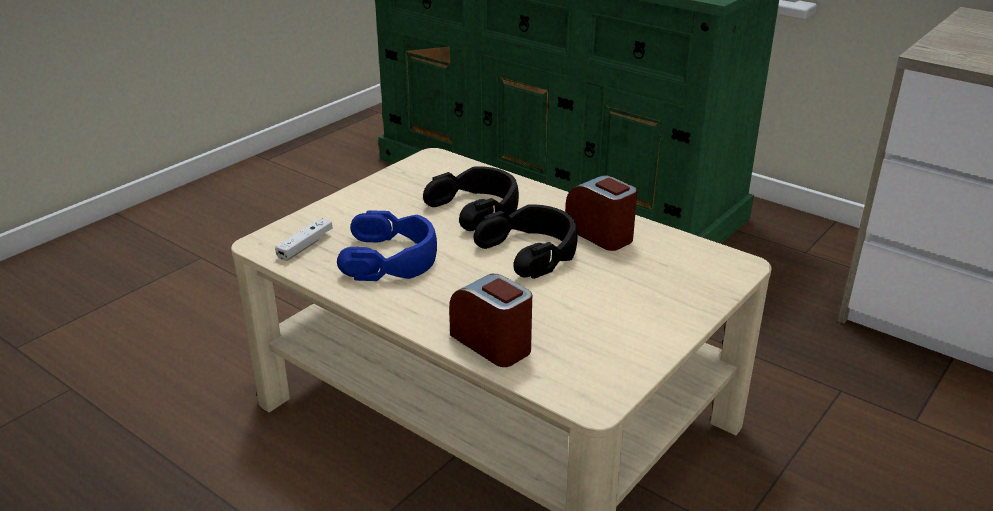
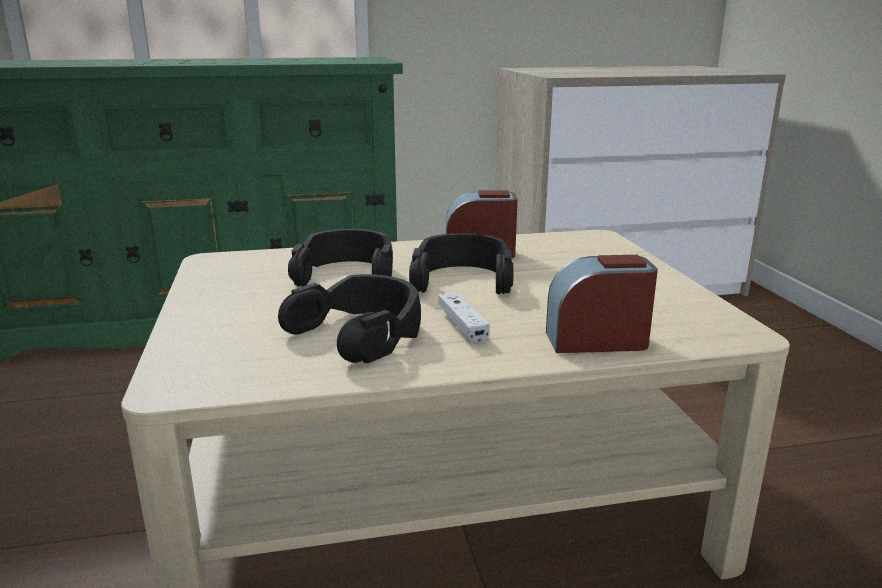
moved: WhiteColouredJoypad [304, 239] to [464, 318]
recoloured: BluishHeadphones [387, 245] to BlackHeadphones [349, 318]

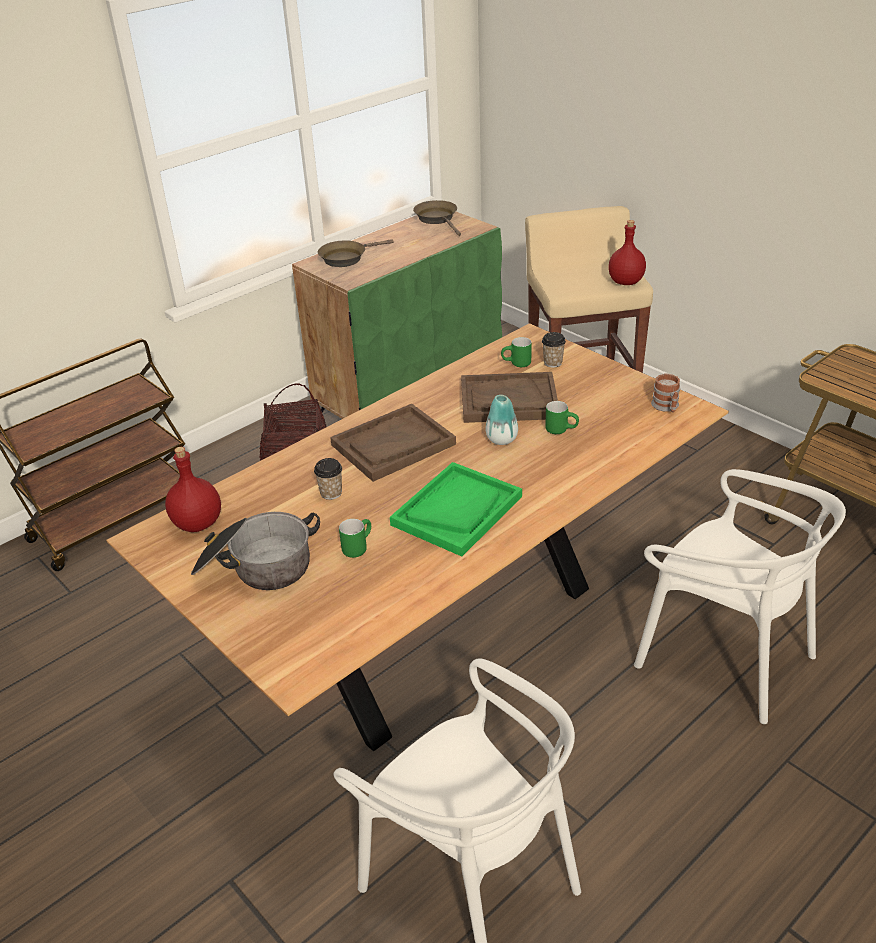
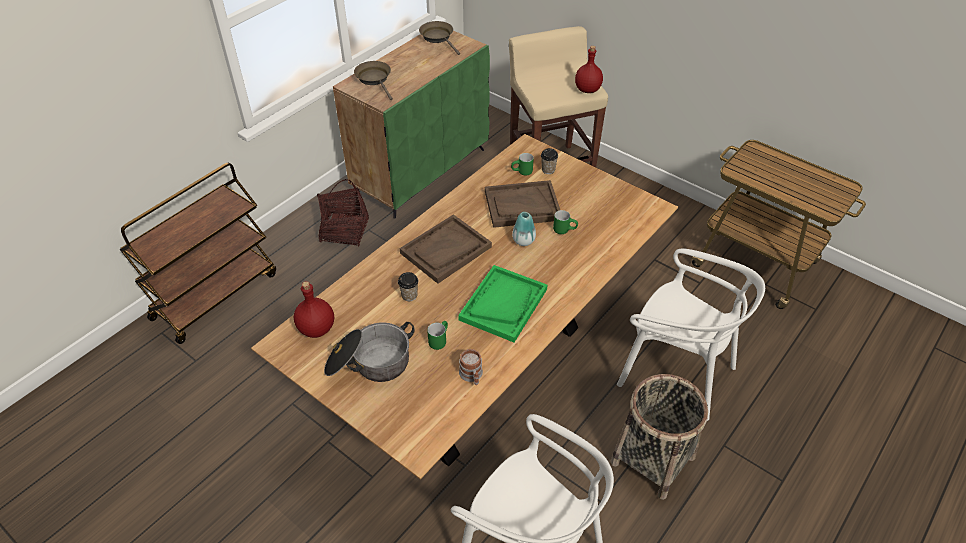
added: StorageBasket [659, 437]
moved: CoffeeMug [665, 392] to [471, 367]
turned: BrownColouredPan [356, 253] = [373, 80] 105 degrees clockwise

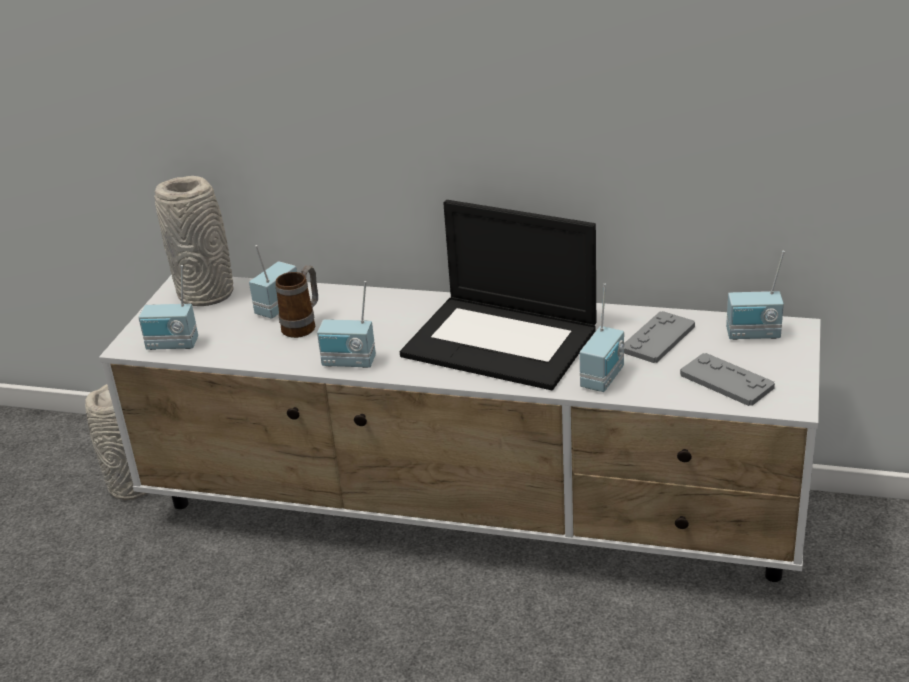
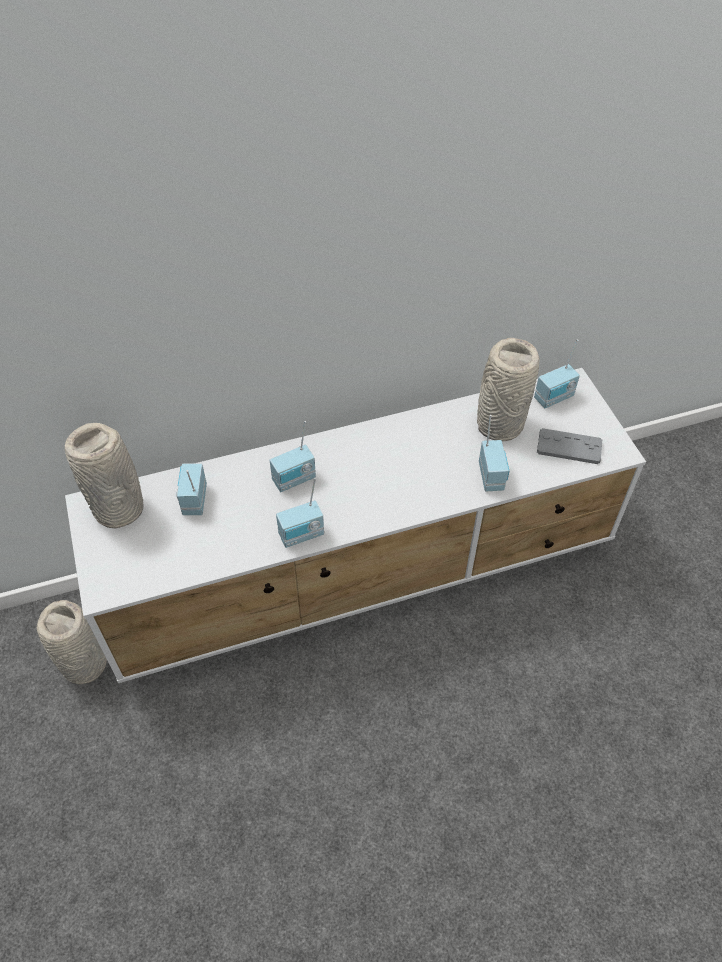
removed: NotebookComputer [498, 295]; CoffeeMug [296, 301]
moved: Radio [168, 307] to [293, 456]
replaced: GrayJoypad [659, 337] to GrayFlowerVase [508, 389]

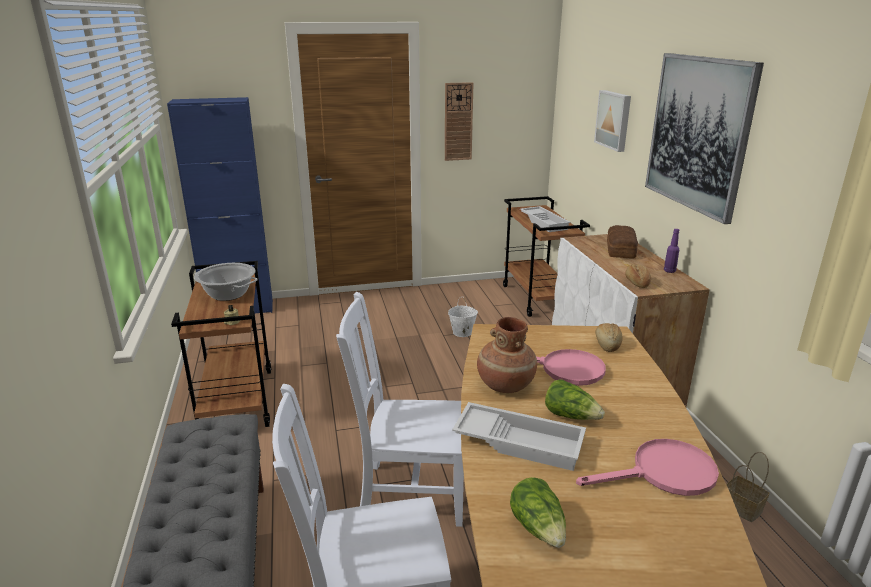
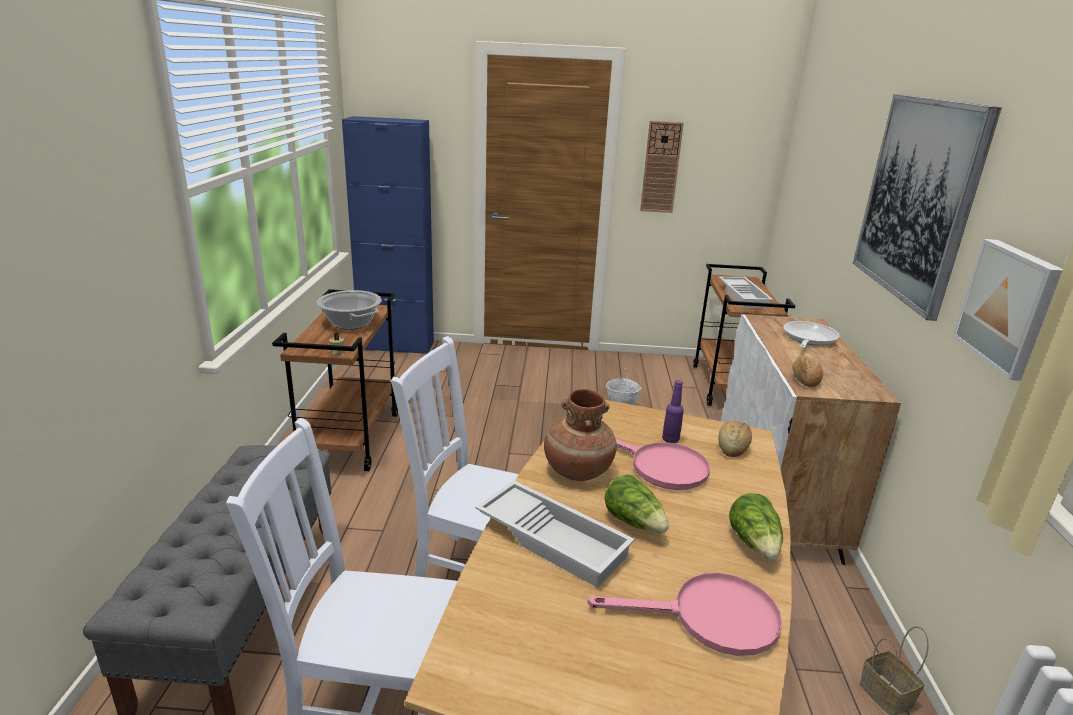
moved: WallArt [612, 121] to [1008, 310]; PurplishDrinkBottle [671, 251] to [673, 411]; HeadOfLettuce [538, 512] to [756, 526]
replaced: Bread [622, 241] to Pan [811, 334]

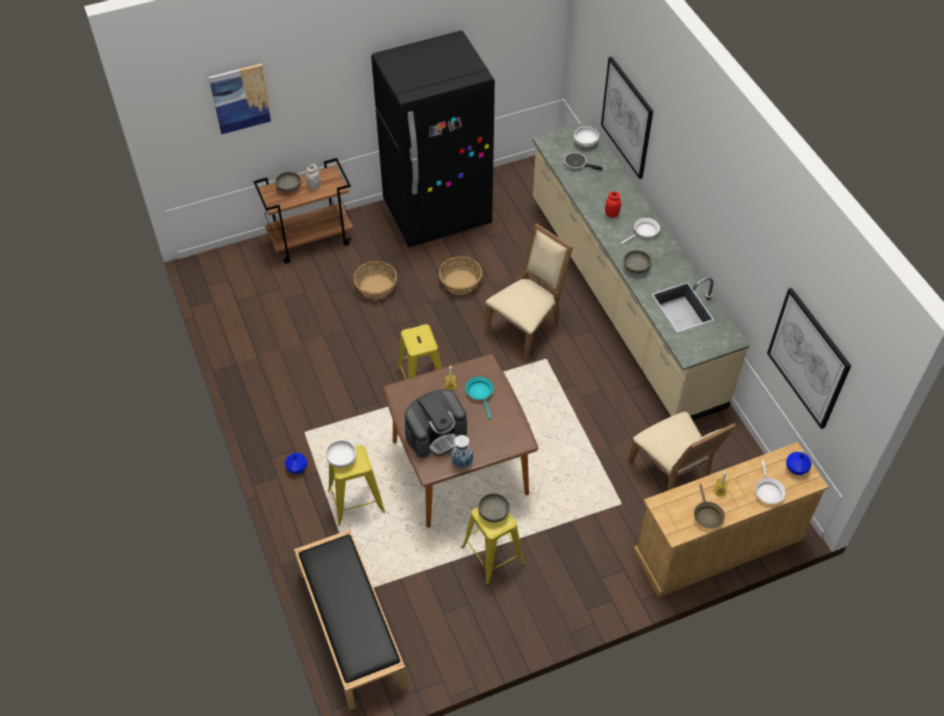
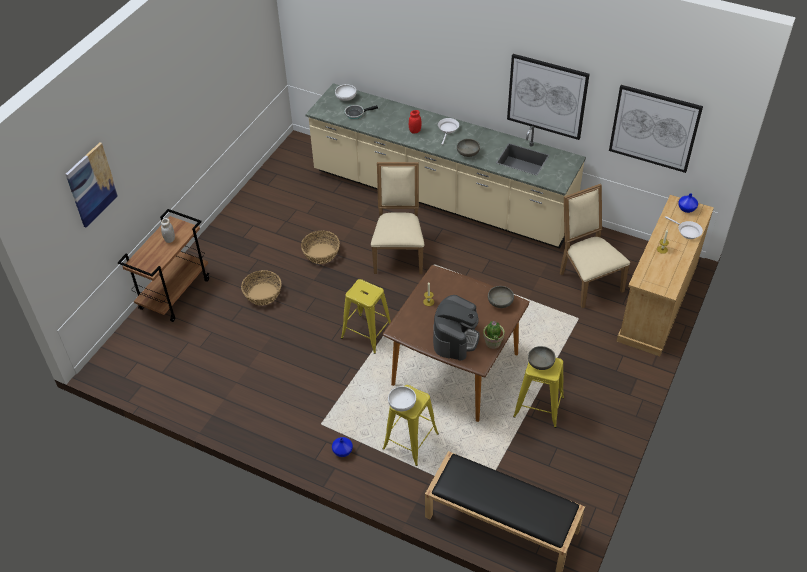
removed: BlackFridge [433, 139]; BlueGreenPan [479, 398]; BrownColouredPan [709, 506]
moved: WallArt [627, 117] to [548, 97]; GrayServingBowl [288, 182] to [501, 297]
replaced: FlowerVase [462, 451] to Houseplant [494, 335]
turned: BeigePlainChair [682, 451] = [595, 246] 135 degrees counterclockwise

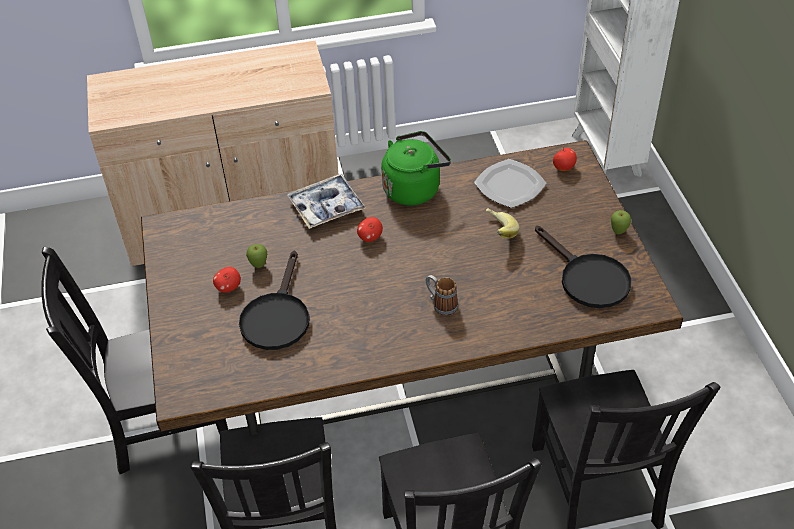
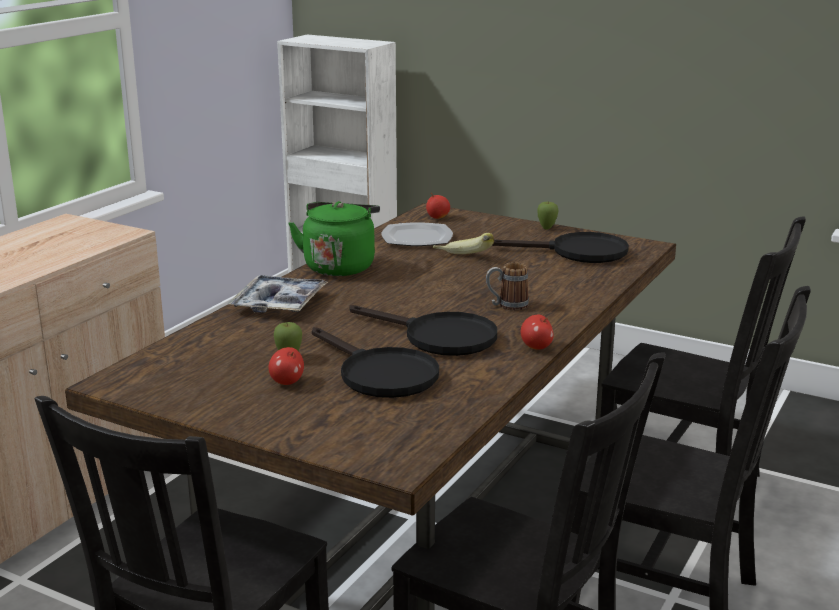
added: BlackPan [423, 330]
moved: AppleFruit [370, 229] to [537, 332]

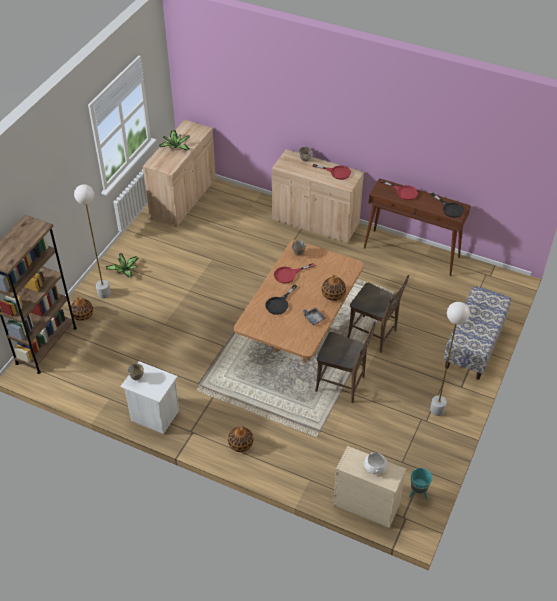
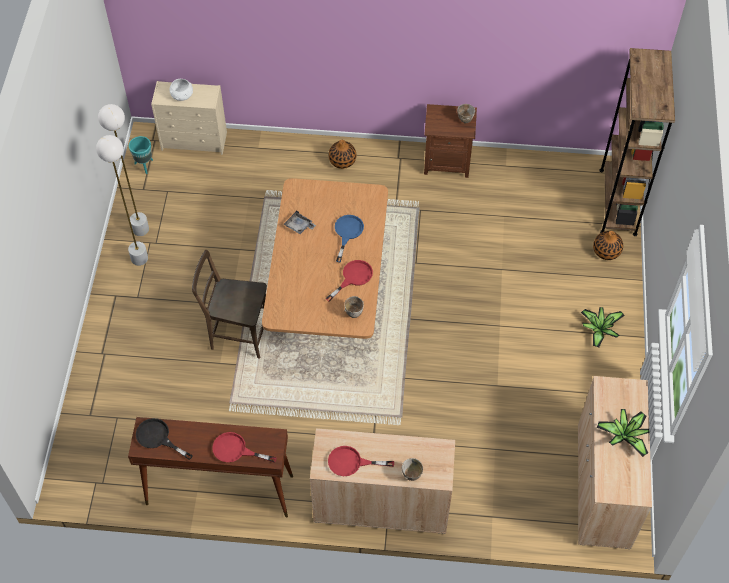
removed: FlowerVase [334, 288]; LongSeat [477, 333]; BrownColouredPlainChair [345, 362]
moved: WhiteColouredStandingLamp [92, 241] to [123, 170]
recoloured: BlackPan [281, 299] to BluishPan [349, 238]; WhiteColouredBedsideTable [150, 397] to BrownColouredBedsideTable [450, 141]

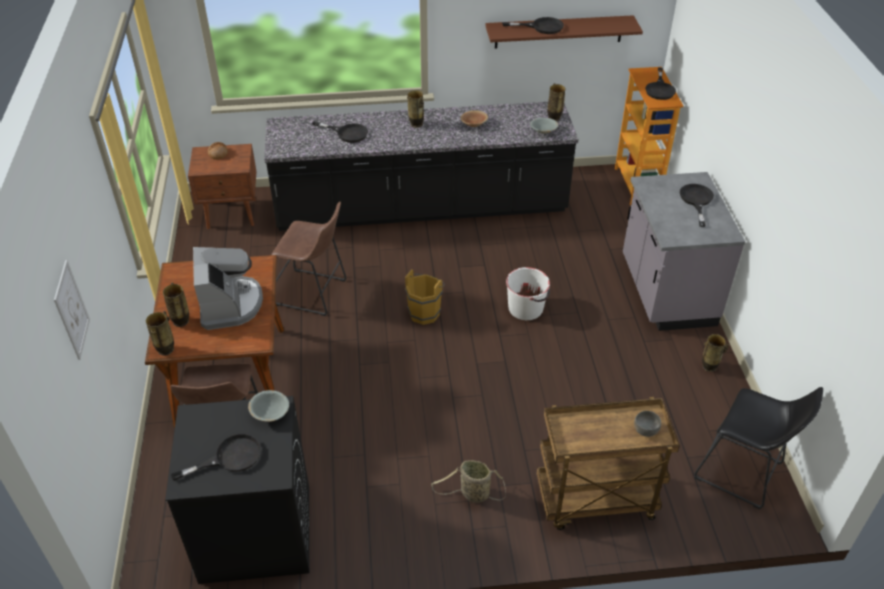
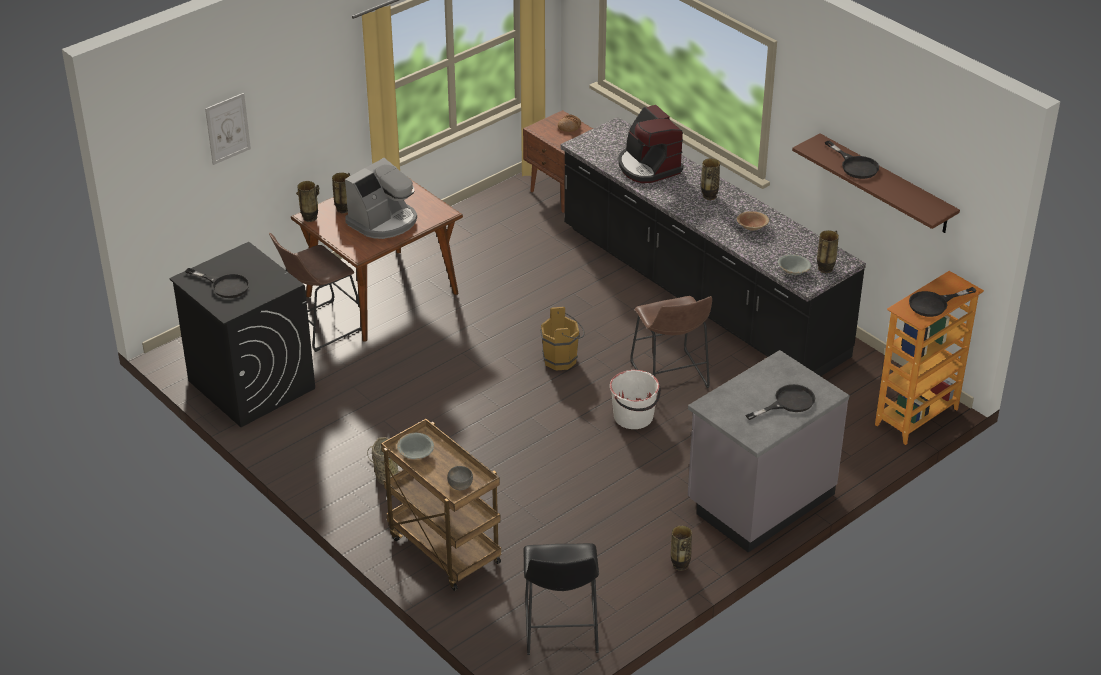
moved: BrownColouredStool [308, 259] to [671, 342]; GrayServingBowl [268, 406] to [415, 446]
replaced: BlackPan [340, 132] to CoffeeMachine [651, 144]

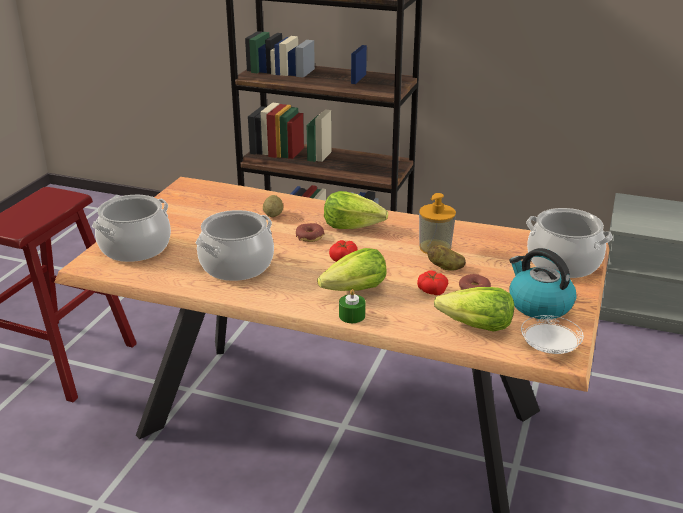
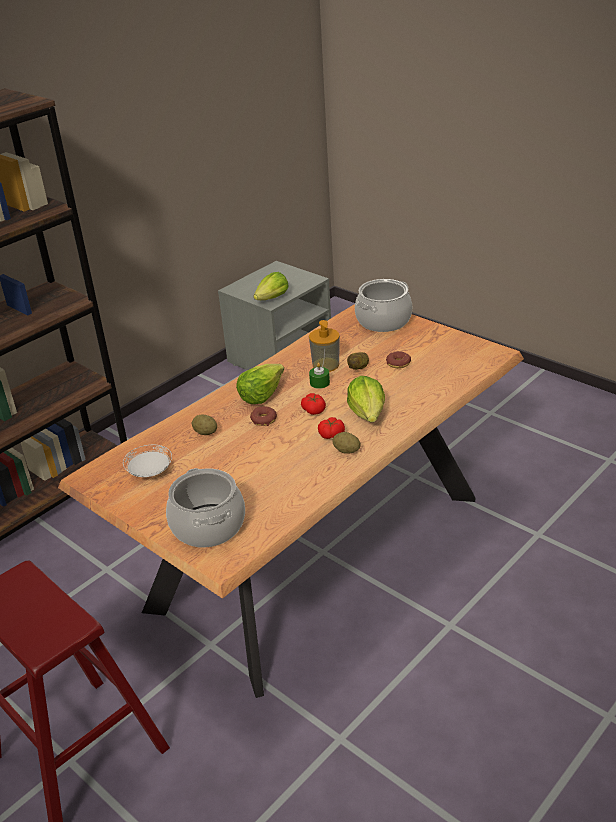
removed: Stockpot [235, 245]; TeaKettle [542, 283]
added: Spud [346, 443]
moved: Tomato [432, 282] to [331, 428]; HeadOfLettuce [474, 309] to [270, 286]; GreenWaxCandle [352, 306] to [319, 376]; WhiteColouredDinnerPlate [552, 334] to [147, 461]

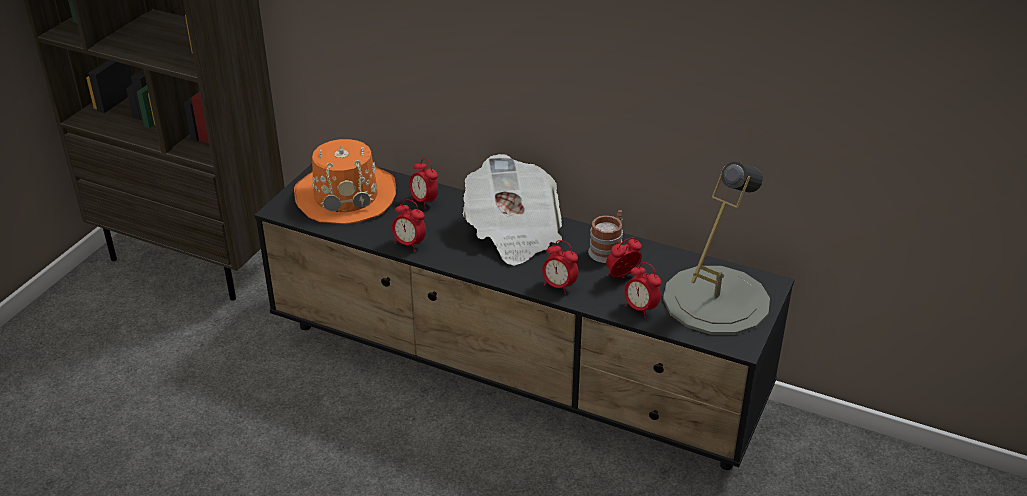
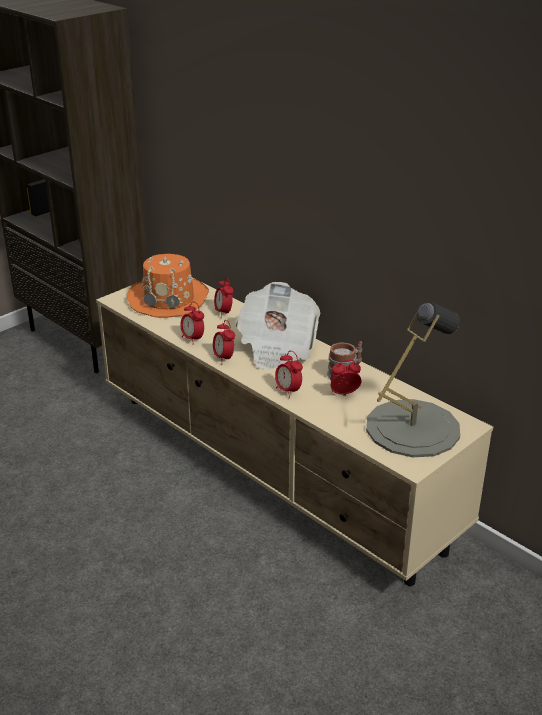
moved: BedsideClock [642, 290] to [224, 340]
recoloured: BlackMediaConsole [524, 317] to BeigeMediaConsole [294, 432]

